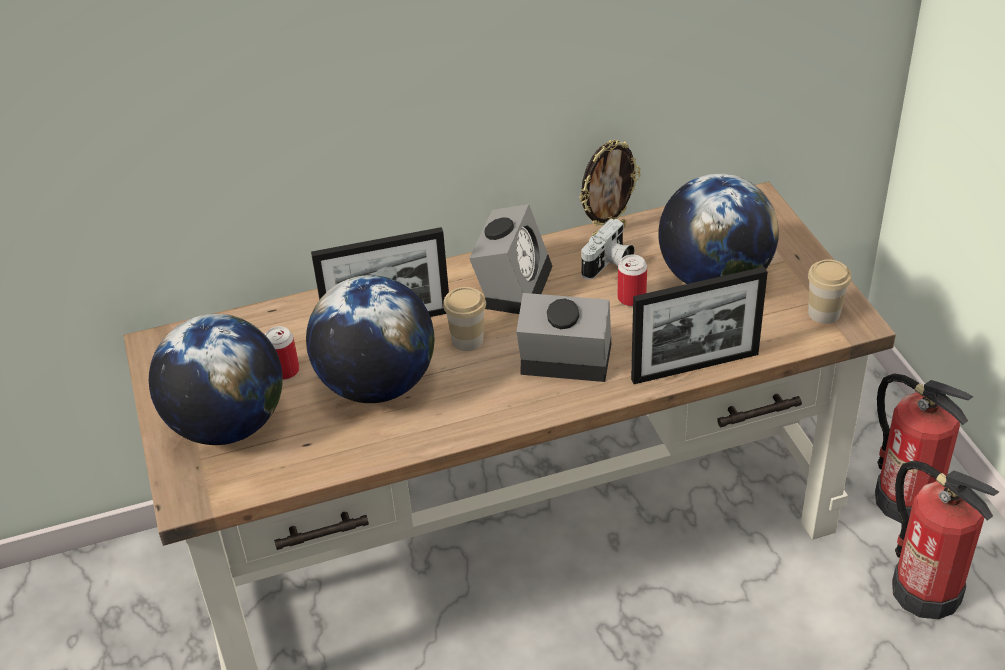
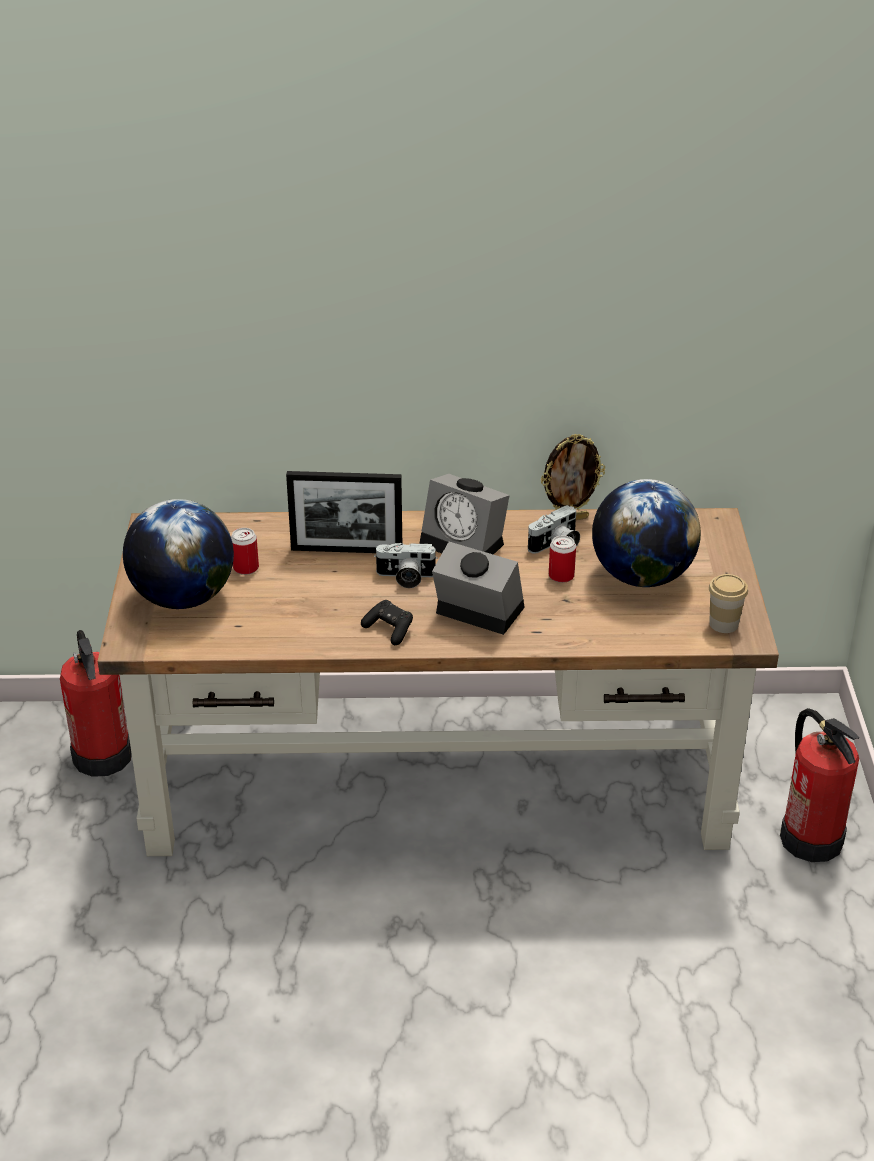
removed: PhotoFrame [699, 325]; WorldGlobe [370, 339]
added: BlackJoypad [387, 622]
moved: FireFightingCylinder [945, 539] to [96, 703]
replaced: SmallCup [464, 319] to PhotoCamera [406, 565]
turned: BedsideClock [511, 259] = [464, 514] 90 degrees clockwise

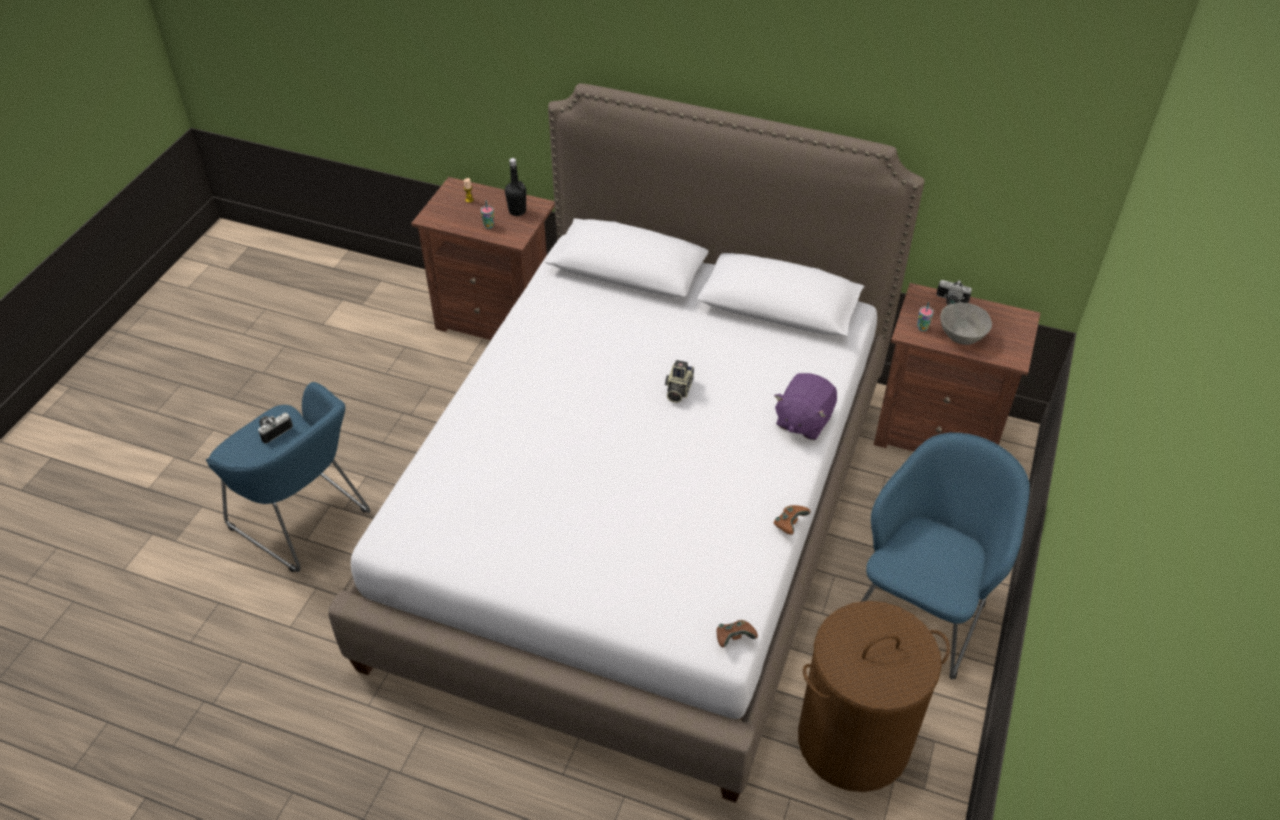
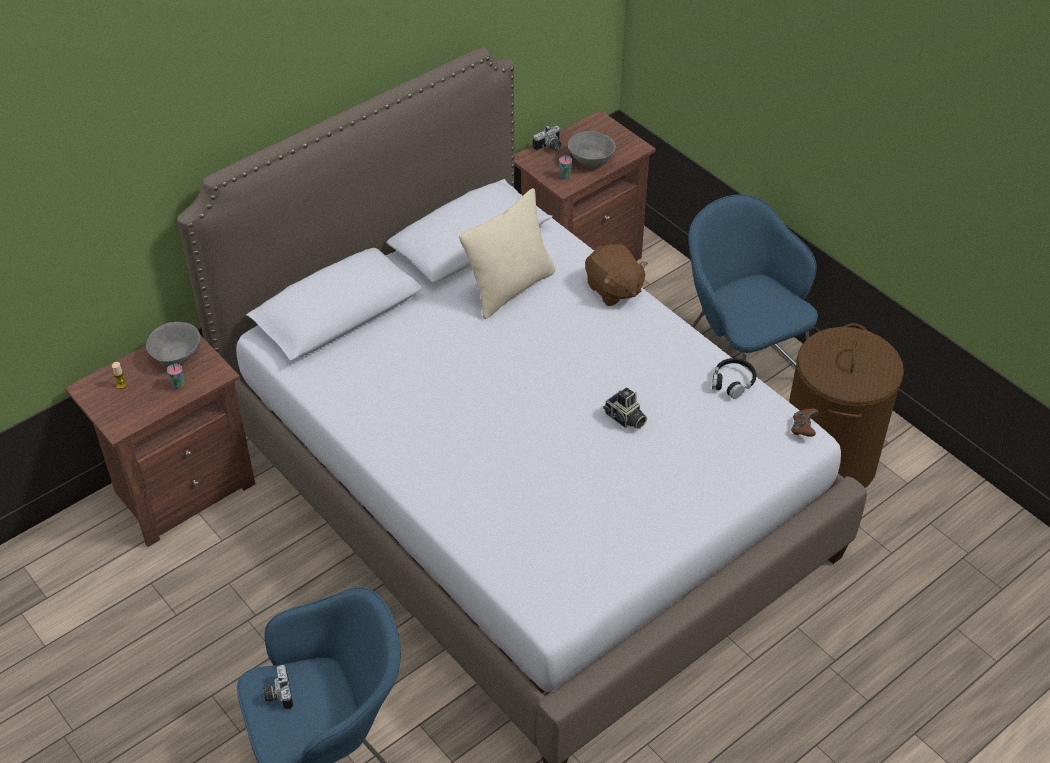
removed: BrownColouredJoypad [792, 520]
added: BeigeCushion [507, 253]; BlackHeadphones [734, 378]
moved: PhotoCamera [679, 381] to [625, 408]
replaced: BlackDrinkBottle [515, 187] to GrayServingBowl [173, 344]
recoloured: PurplishSoftToy [805, 406] to BrownColouredSoftToy [616, 275]

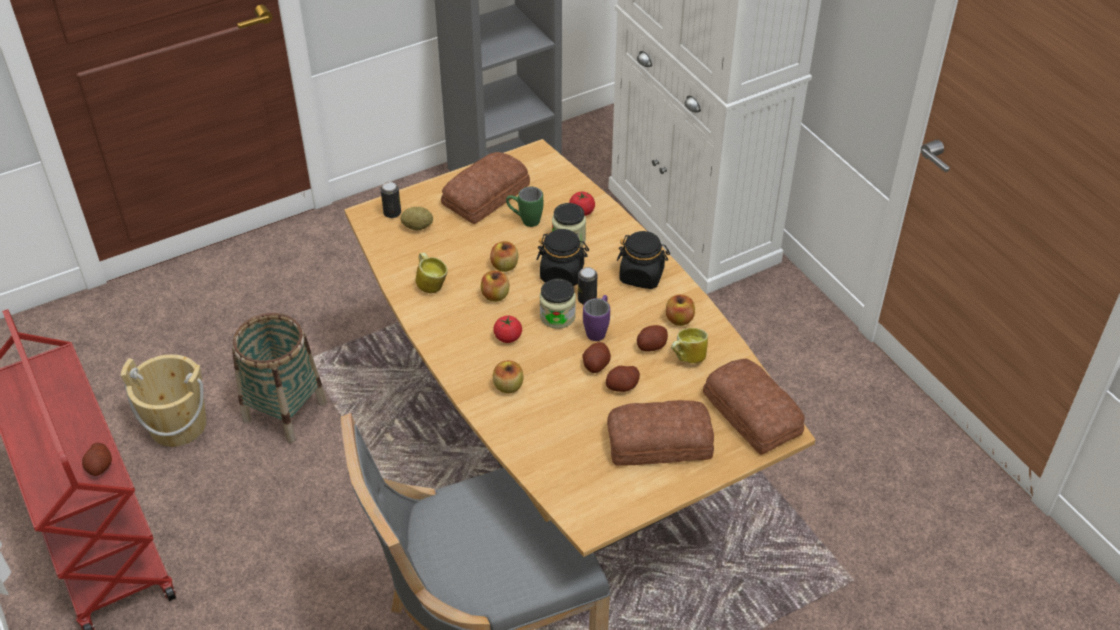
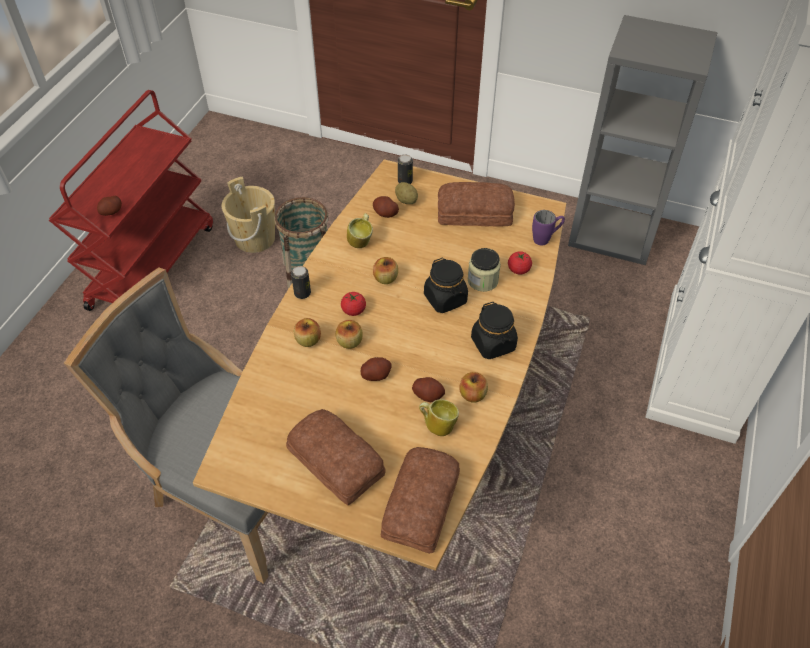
removed: GreenCoffeeMug [524, 207]; Jar [557, 304]
moved: AppleFruit [504, 256] to [349, 334]; MetalCan [587, 286] to [301, 282]; PurplishCoffeeMug [596, 318] to [548, 228]; Spud [623, 379] to [386, 207]

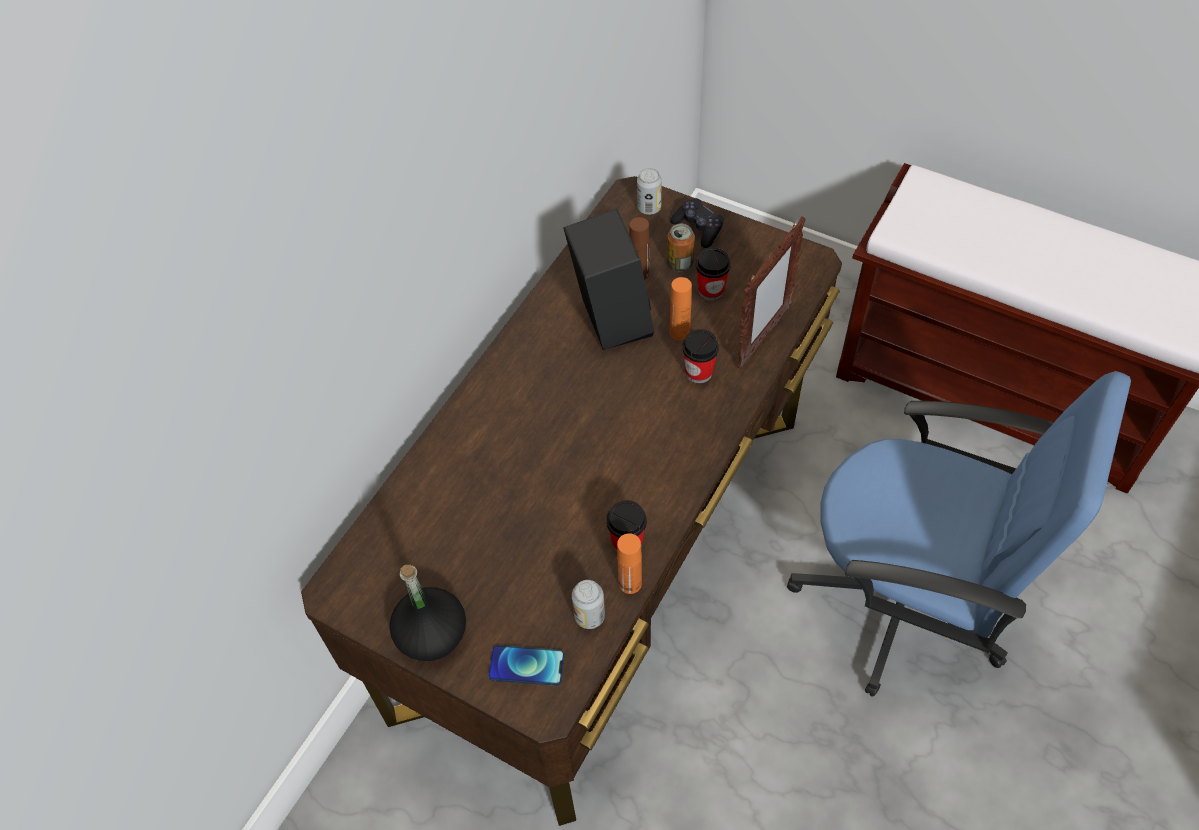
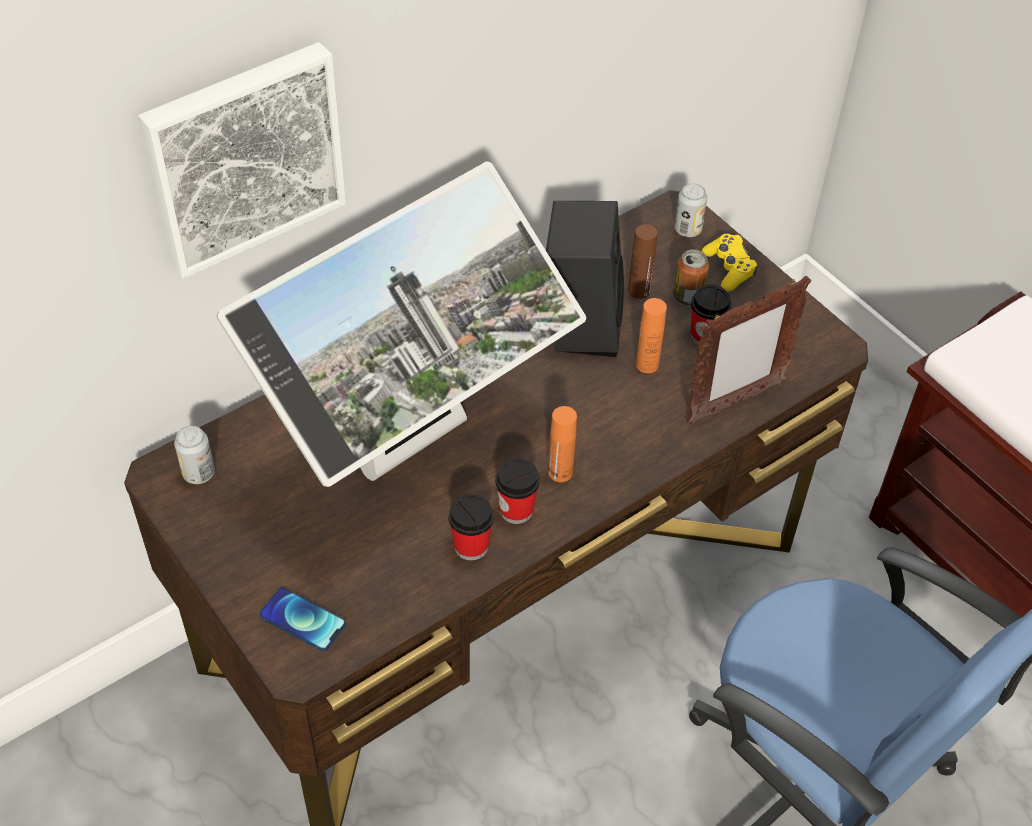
removed: BlackDrinkBottle [427, 613]
added: WallArt [242, 160]; Monitor [401, 324]
moved: SmallCup [700, 356] to [517, 491]; OrangeColouredDrinkBottle [629, 563] to [562, 444]; MetalCan [588, 604] to [194, 455]
recoloured: BlackJoypad [697, 223] to YellowishJoypad [729, 262]

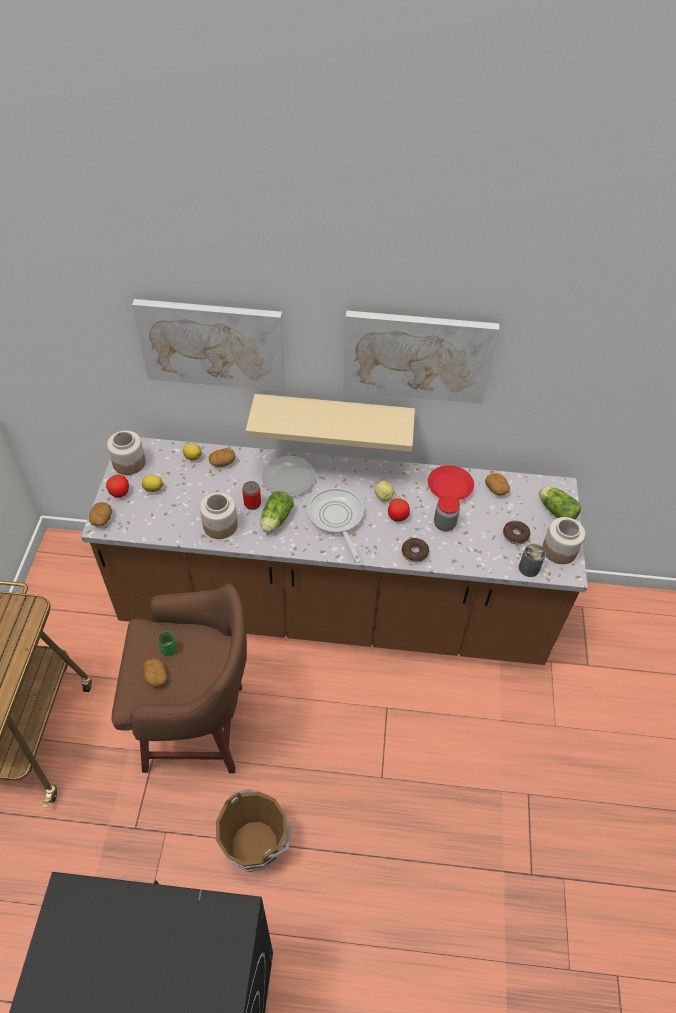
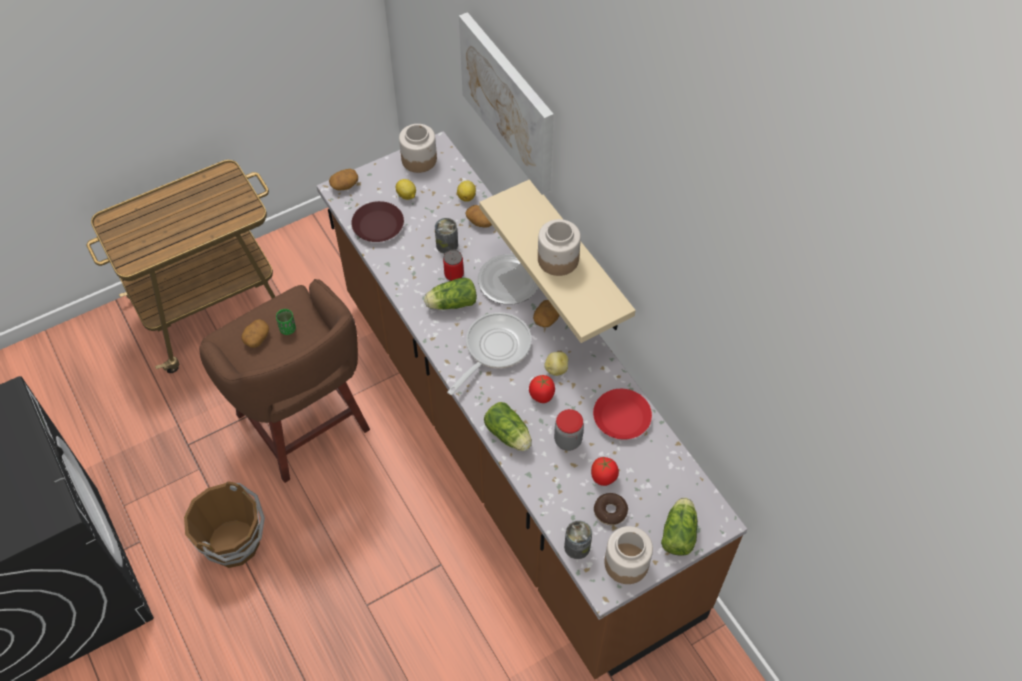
removed: WallArt [421, 357]
added: BrownColouredDinnerPlate [377, 221]; MetalCan [446, 236]
moved: Spud [497, 484] to [546, 313]; Tomato [117, 486] to [605, 471]; Jar [219, 515] to [559, 247]
replaced: Doughnut [415, 550] to HeadOfLettuce [508, 426]

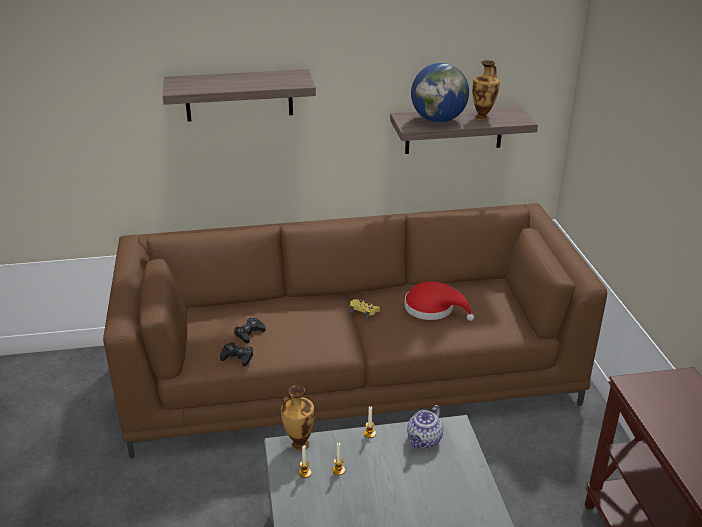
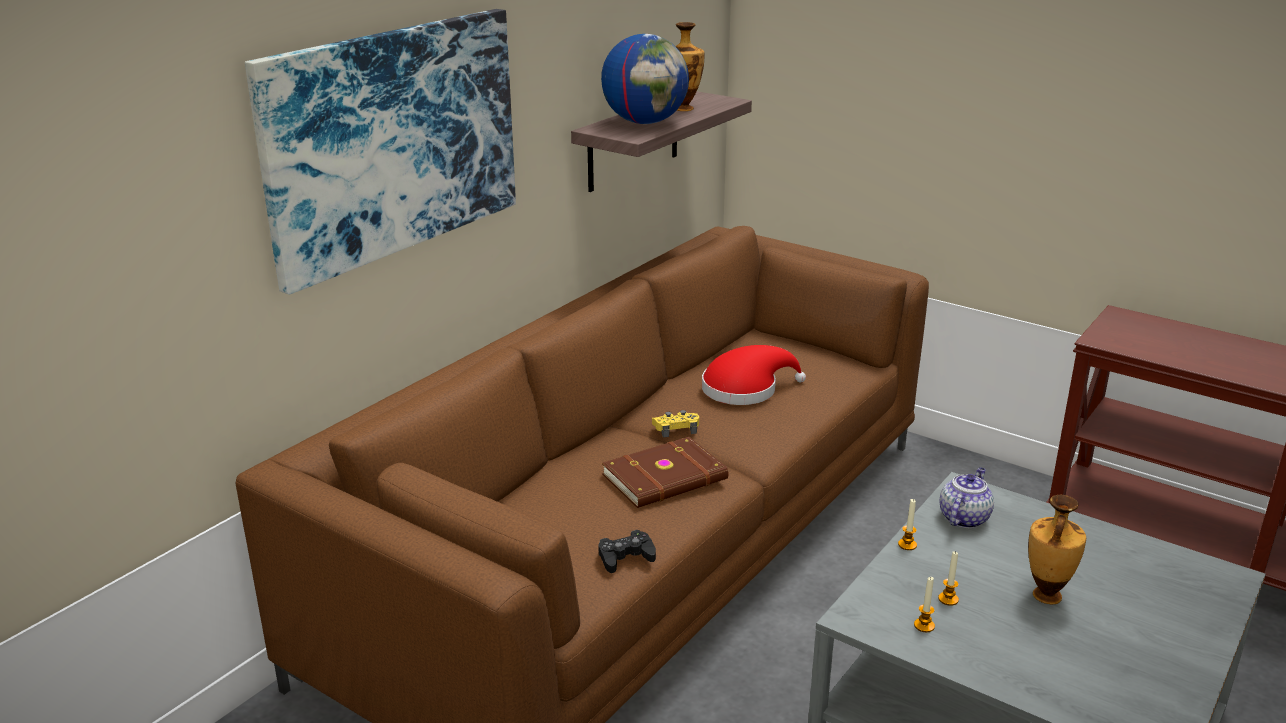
removed: BlackJoypad [249, 330]
added: BrownColouredBoundBook [665, 472]
moved: FlowerVase [298, 418] to [1057, 549]
replaced: BracketShelf [239, 95] to WallArt [380, 152]
turned: TeaPot [425, 426] = [967, 497] 135 degrees counterclockwise

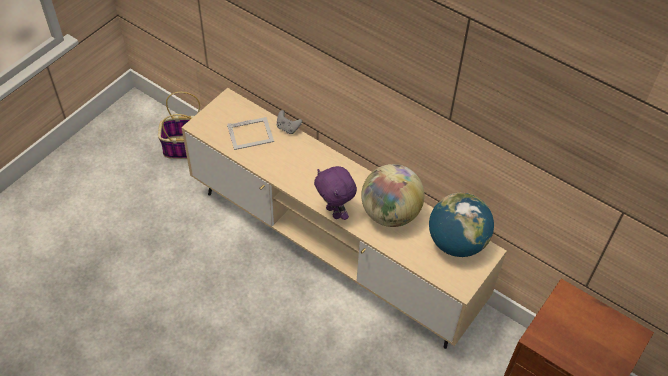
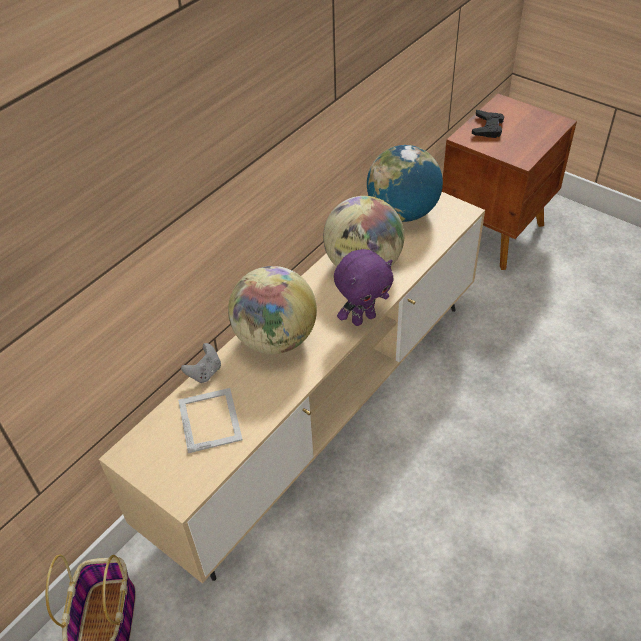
added: BlackJoypad [488, 124]; WorldGlobe [272, 310]

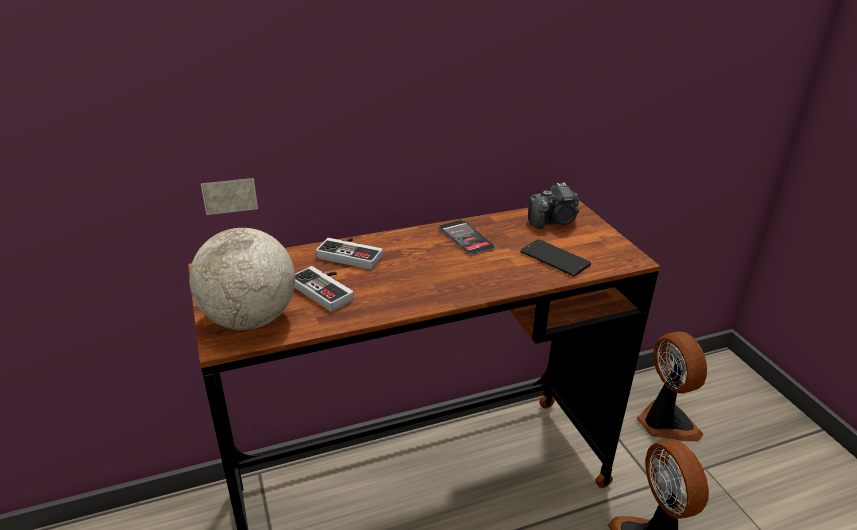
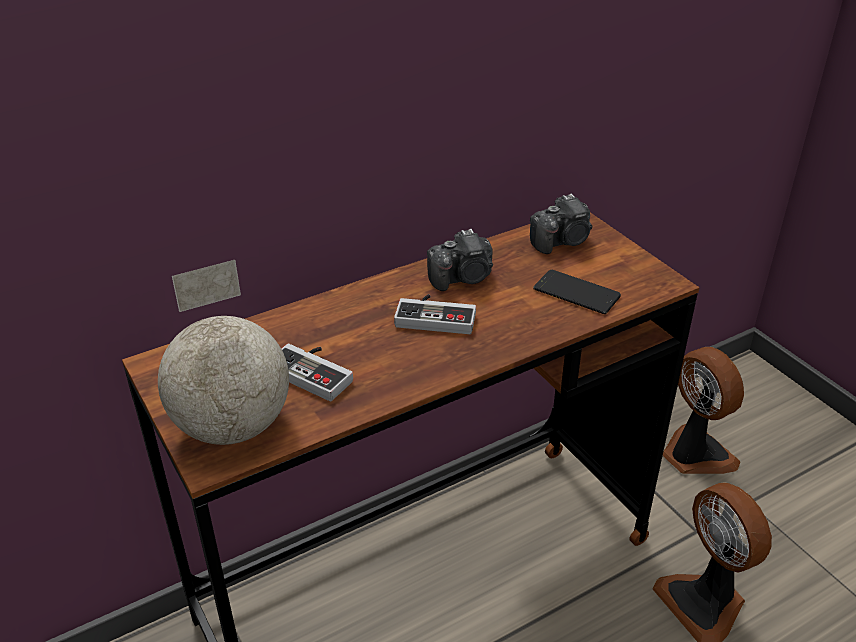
moved: Joypad [349, 254] to [435, 314]
replaced: Handset [467, 238] to PhotoCamera [460, 260]

